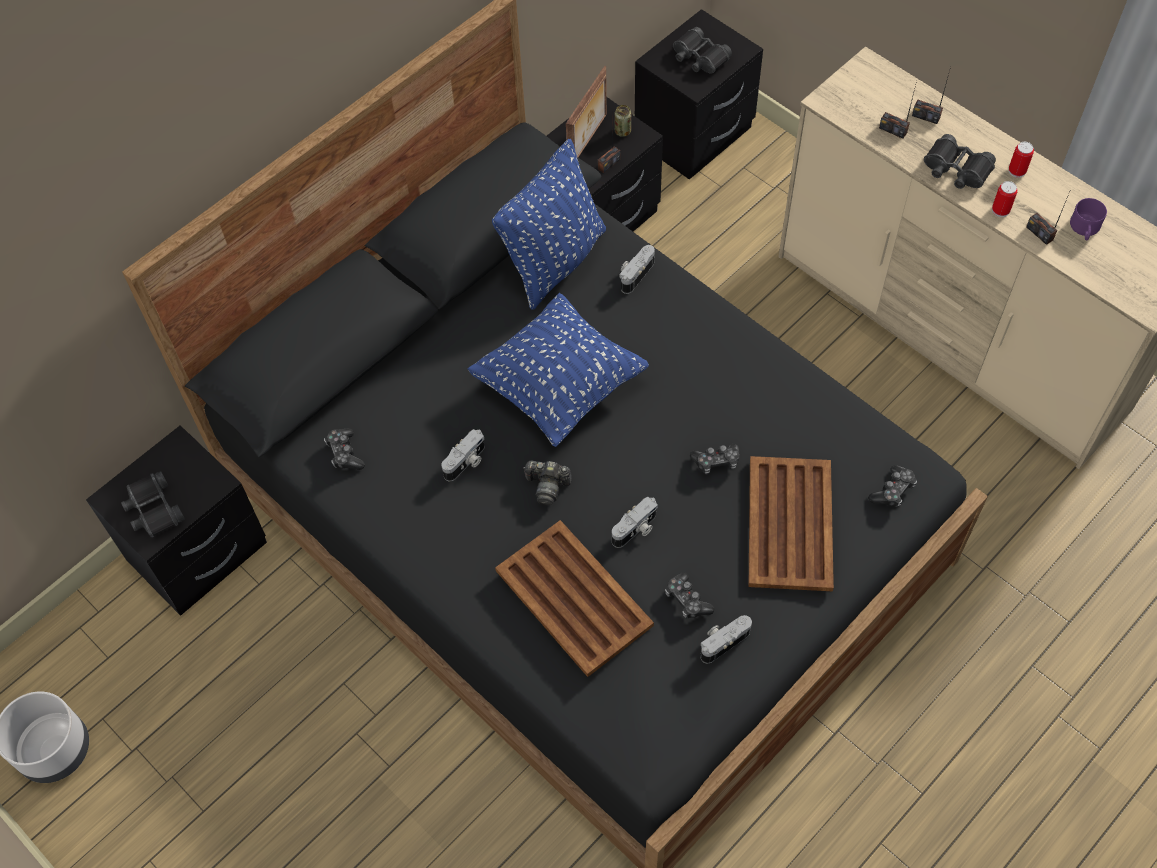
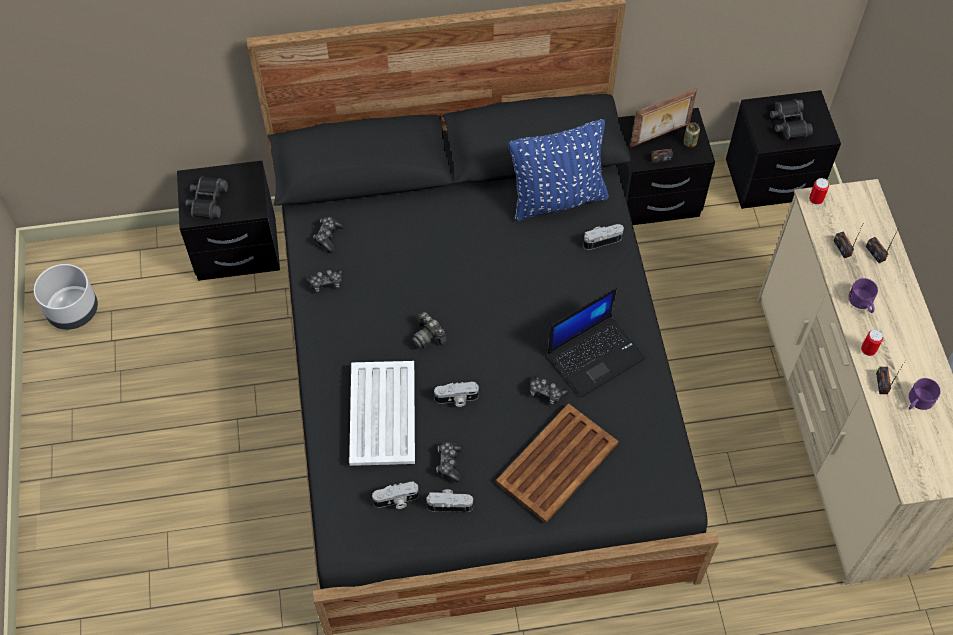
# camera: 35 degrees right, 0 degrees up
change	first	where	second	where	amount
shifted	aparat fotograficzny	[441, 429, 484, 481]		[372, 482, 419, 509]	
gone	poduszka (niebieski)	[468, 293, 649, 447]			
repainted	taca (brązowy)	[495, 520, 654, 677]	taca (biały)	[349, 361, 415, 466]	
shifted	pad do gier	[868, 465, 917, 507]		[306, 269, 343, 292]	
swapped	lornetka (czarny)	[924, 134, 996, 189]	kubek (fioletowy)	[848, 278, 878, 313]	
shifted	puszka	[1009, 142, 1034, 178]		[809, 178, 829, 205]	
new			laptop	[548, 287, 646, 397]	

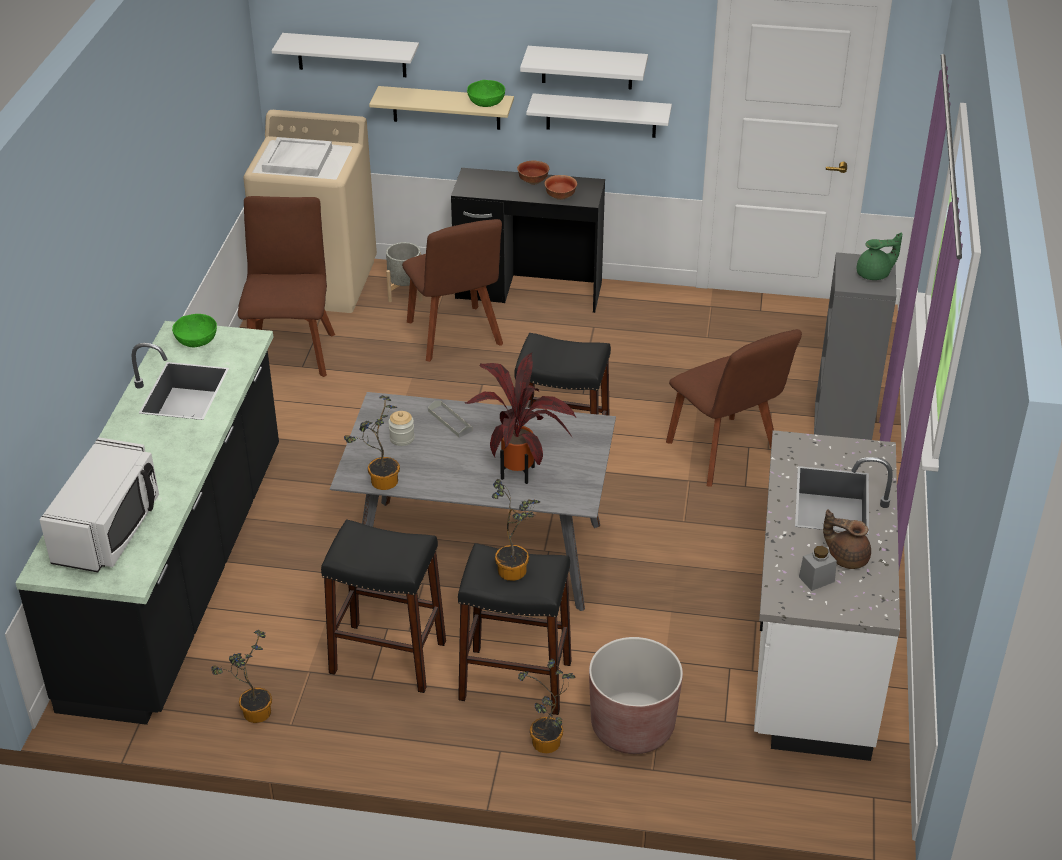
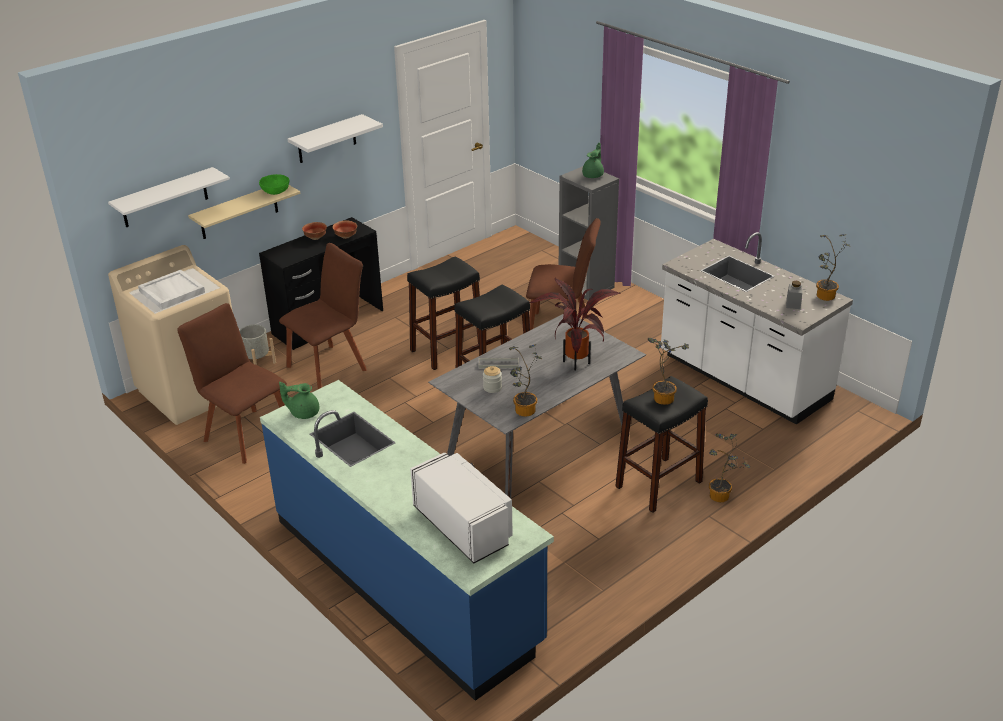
# camera: 50 degrees left, 5 degrees down
change	first	where	second	where	amount
repainted	zabudowa kuchenna (czarny)	[15, 321, 279, 725]	zabudowa kuchenna (niebieski)	[260, 380, 554, 701]	
swapped	miska (zielony)	[172, 314, 217, 347]	imbryk (zielony)	[279, 382, 319, 419]	
shifted	roślina doniczkowa	[211, 630, 272, 723]		[816, 234, 850, 301]	
shifted	stołek (czarny)	[321, 519, 446, 693]		[407, 256, 480, 370]	
rotated	krzesło (brązowy)	[402, 219, 503, 362]		[279, 243, 367, 389]	60 degrees counterclockwise
gone	półka (biały)	[526, 93, 672, 138]			
gone	donica (brązowy)	[589, 637, 683, 754]			
gone	imbryk (brązowy)	[823, 509, 871, 569]			

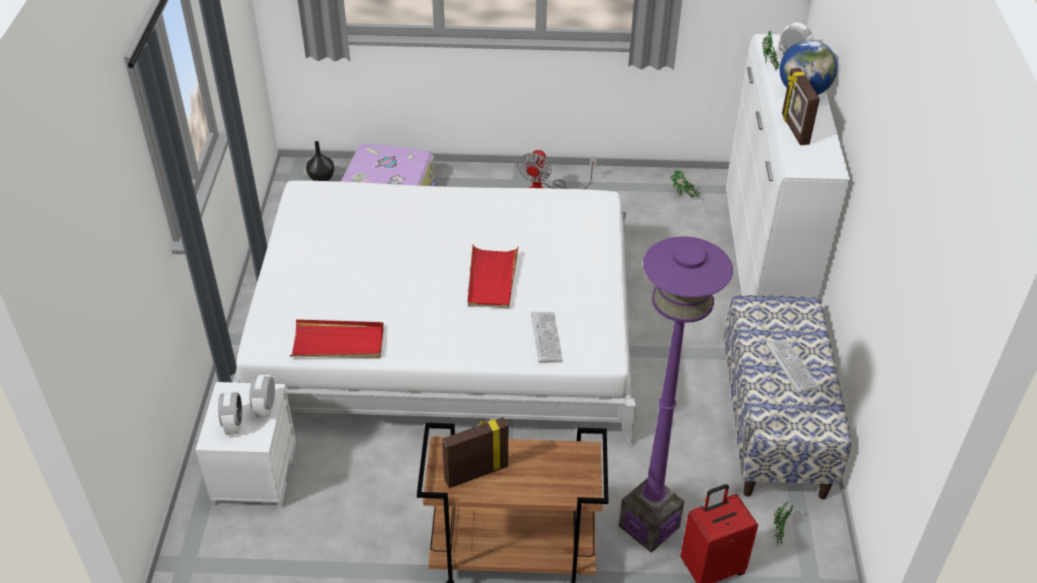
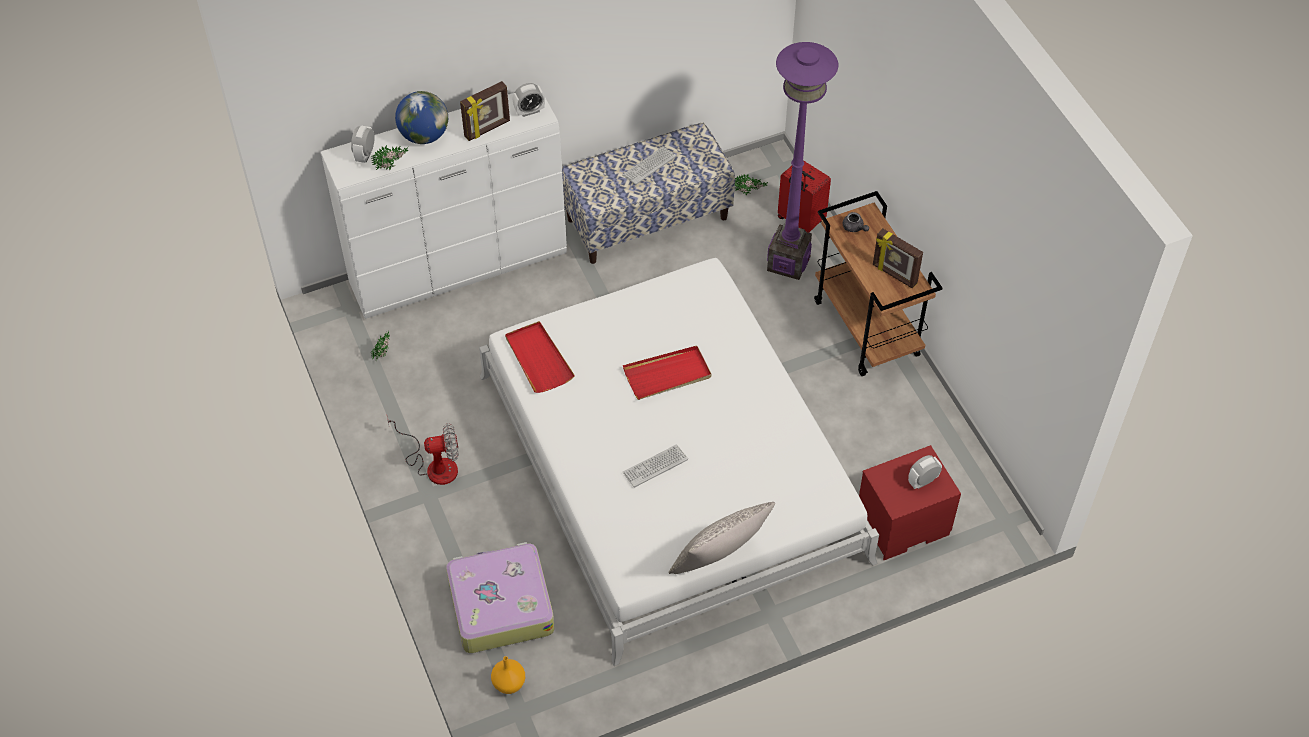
# camera: 115 degrees left, 10 degrees up
change	first	where	second	where	amount
repainted	szafka nocna (biały)	[196, 382, 296, 508]	szafka nocna (czerwony)	[859, 445, 961, 560]	
shifted	budzik	[250, 375, 275, 418]		[513, 83, 545, 117]	
shifted	taca (czerwony)	[290, 319, 384, 358]		[505, 321, 575, 393]	
repainted	wazon (czarny)	[306, 141, 334, 181]	wazon (pomarańczowy)	[491, 656, 525, 694]	
shifted	klawiatura	[531, 312, 563, 362]		[623, 444, 688, 488]	
new			poduszka (szary)	[669, 502, 775, 574]	
new			imbryk (szary)	[843, 212, 869, 232]	

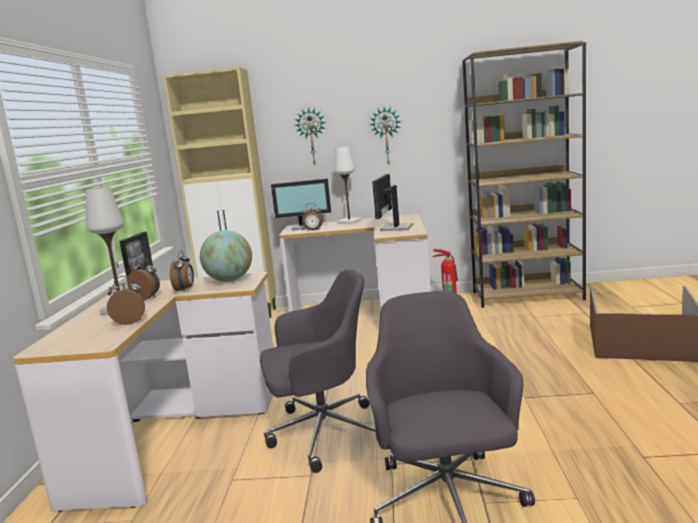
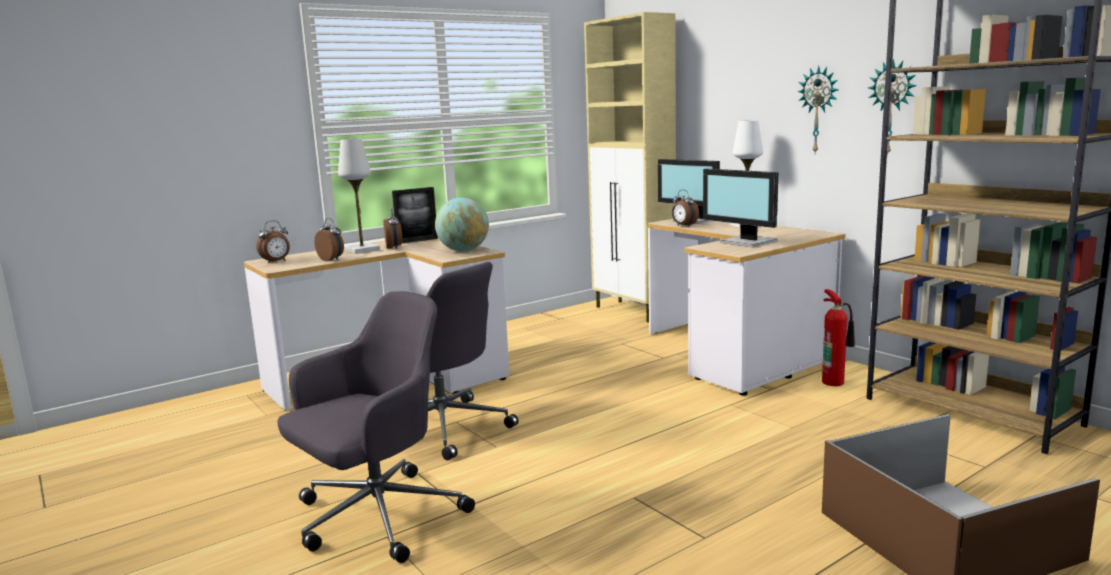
# camera: 50 degrees right, 0 degrees up
change	first	where	second	where	amount
shifted	budzik	[170, 250, 194, 291]		[256, 220, 290, 263]	
shifted	zegar ścienny	[294, 107, 326, 166]		[868, 59, 917, 156]	
rotated	monitor	[372, 174, 413, 231]		[703, 169, 778, 247]	105 degrees counterclockwise

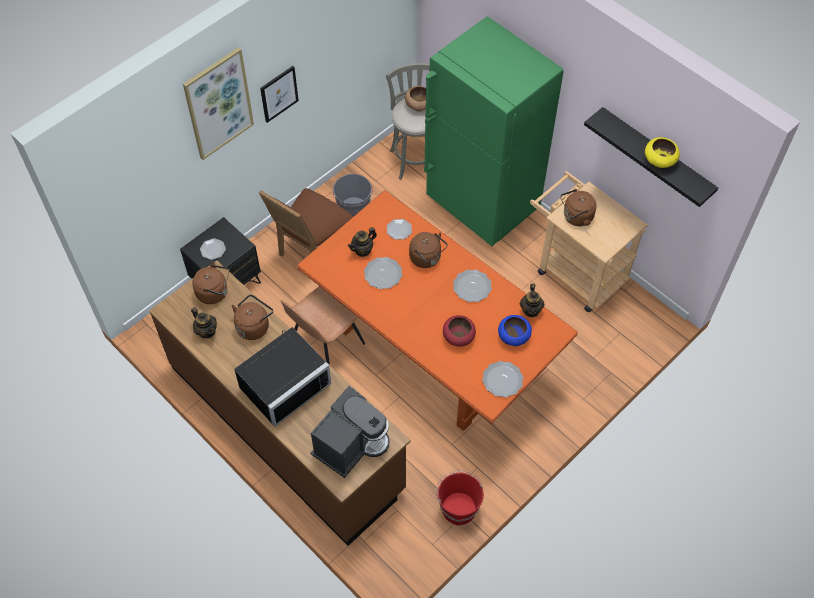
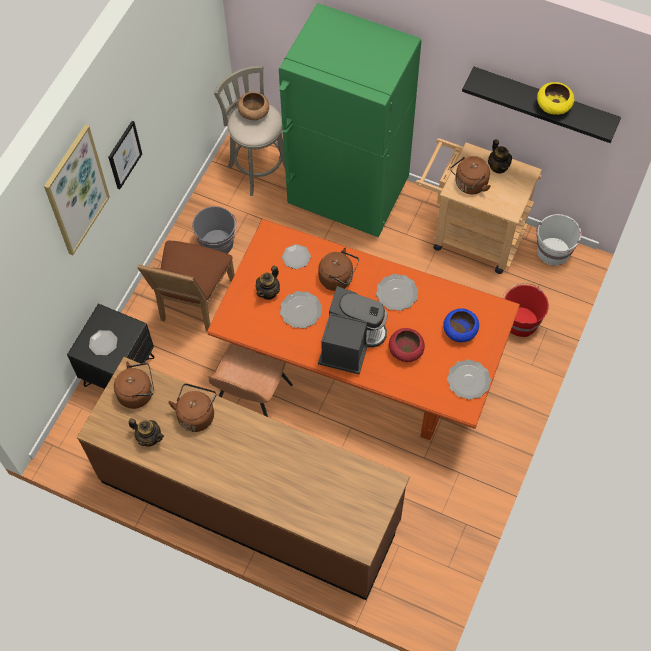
# camera: 20 degrees left, 5 degrees up
change	first	where	second	where	amount
gone	mikrofalówka (czarny)	[234, 327, 331, 427]			
shifted	ekspres do kawy	[311, 386, 390, 478]		[318, 286, 387, 374]	
shifted	wiadro (czerwony)	[436, 471, 484, 526]		[502, 283, 549, 337]	
shifted	imbryk	[520, 283, 545, 317]		[488, 139, 512, 173]	
new			wiadro (biały)	[536, 214, 581, 266]	

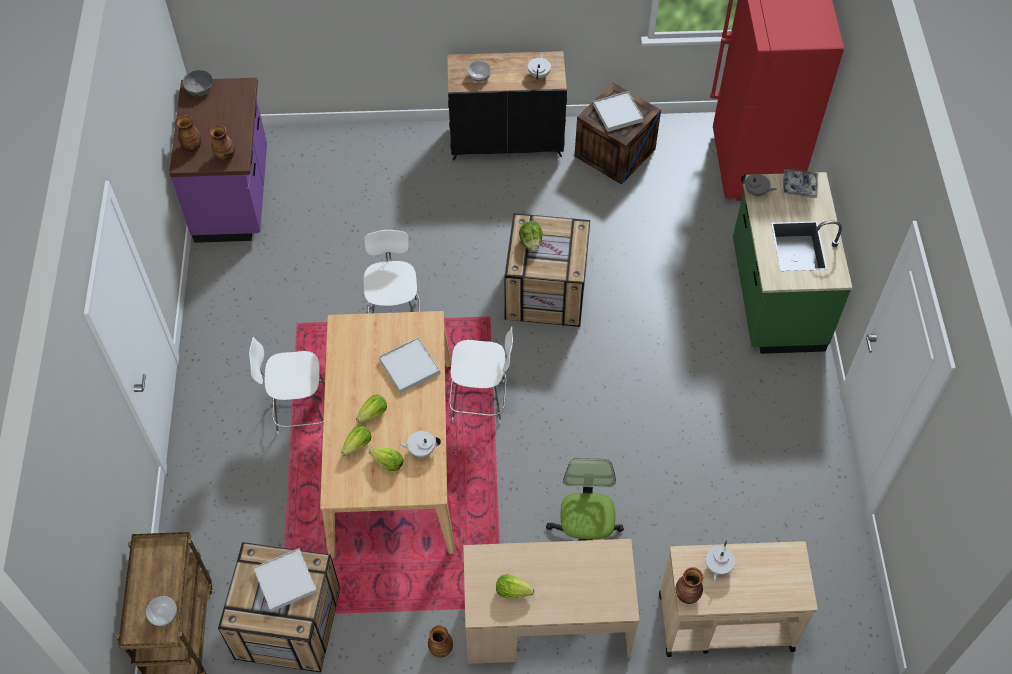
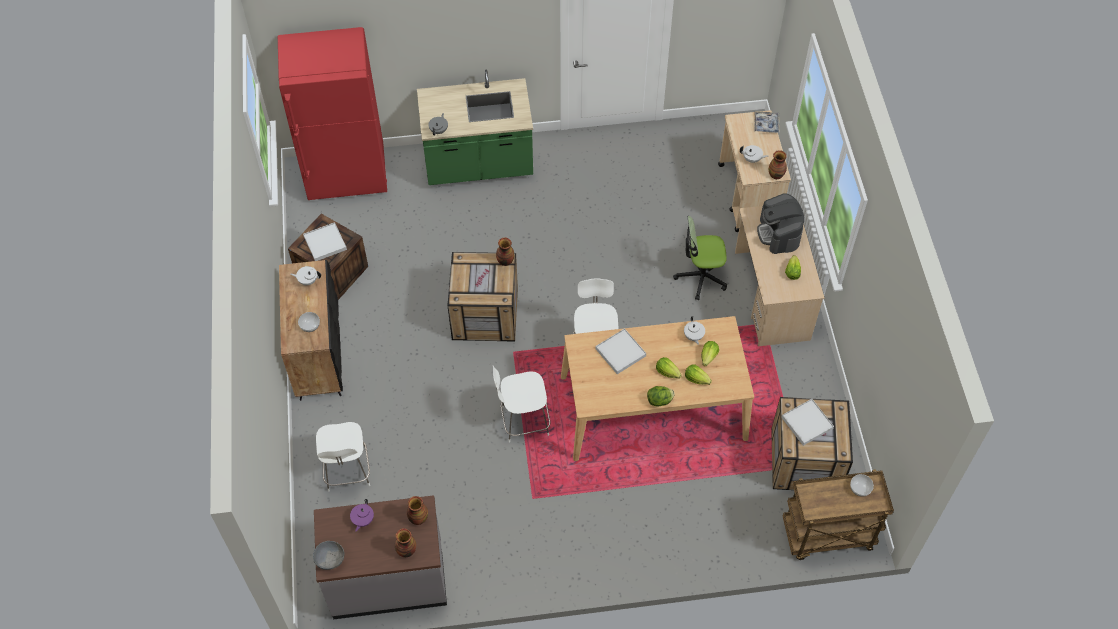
# camera: 95 degrees left, 0 degrees up
change	first	where	second	where	amount
repainted	zabudowa kuchenna (fioletowy)	[169, 78, 267, 243]	zabudowa kuchenna (szary)	[314, 495, 447, 619]	
shifted	krzesło (biały)	[249, 337, 325, 435]		[316, 422, 370, 492]	
shifted	wazon	[428, 625, 453, 658]		[496, 237, 514, 266]	
shifted	sałata	[519, 221, 543, 251]		[647, 386, 675, 406]	
shifted	taca	[782, 169, 818, 198]		[755, 111, 780, 133]	
new			imbryk (fioletowy)	[350, 499, 374, 531]	
new			ekspres do kawy	[757, 193, 804, 254]	

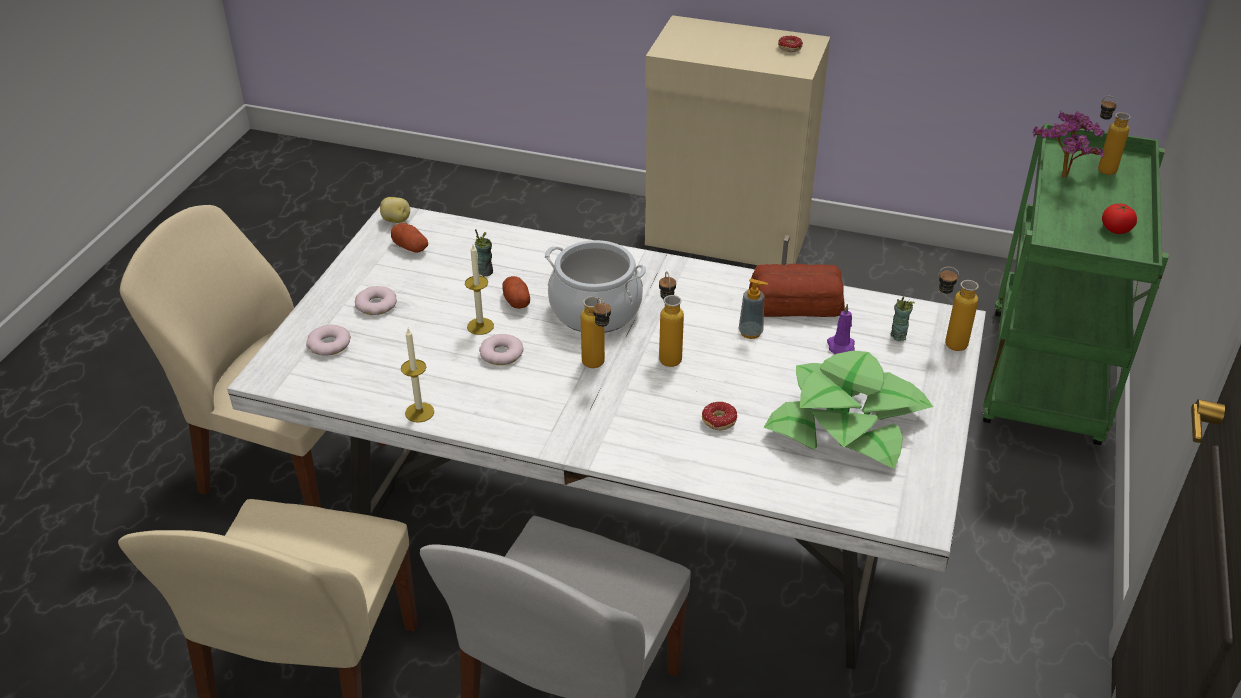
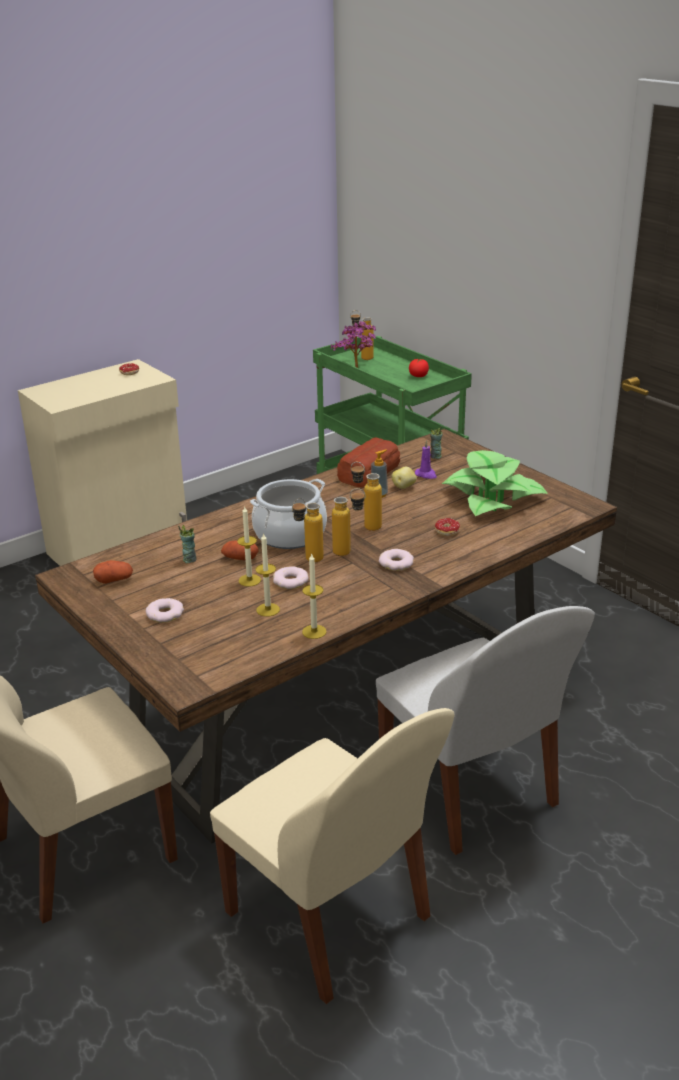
# camera: 55 degrees left, 10 degrees down
change	first	where	second	where	amount
repainted	stół jadalny (biały)	[227, 206, 986, 669]	stół jadalny (brązowy)	[35, 429, 617, 844]	
shifted	donut	[306, 325, 351, 356]		[379, 549, 414, 571]	
shifted	ziemniak	[380, 197, 410, 223]		[392, 467, 417, 489]	
shifted	butelka	[938, 267, 979, 351]		[292, 498, 324, 562]	
new			świeca	[256, 533, 280, 617]	

